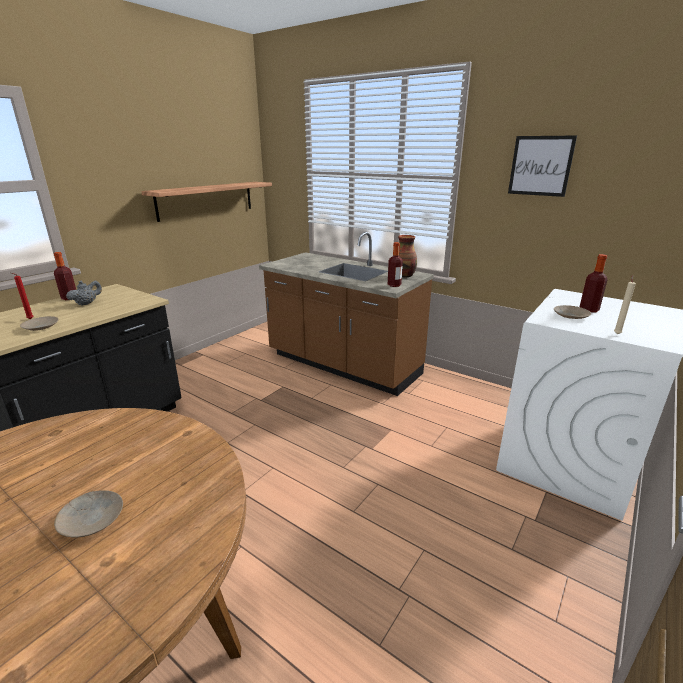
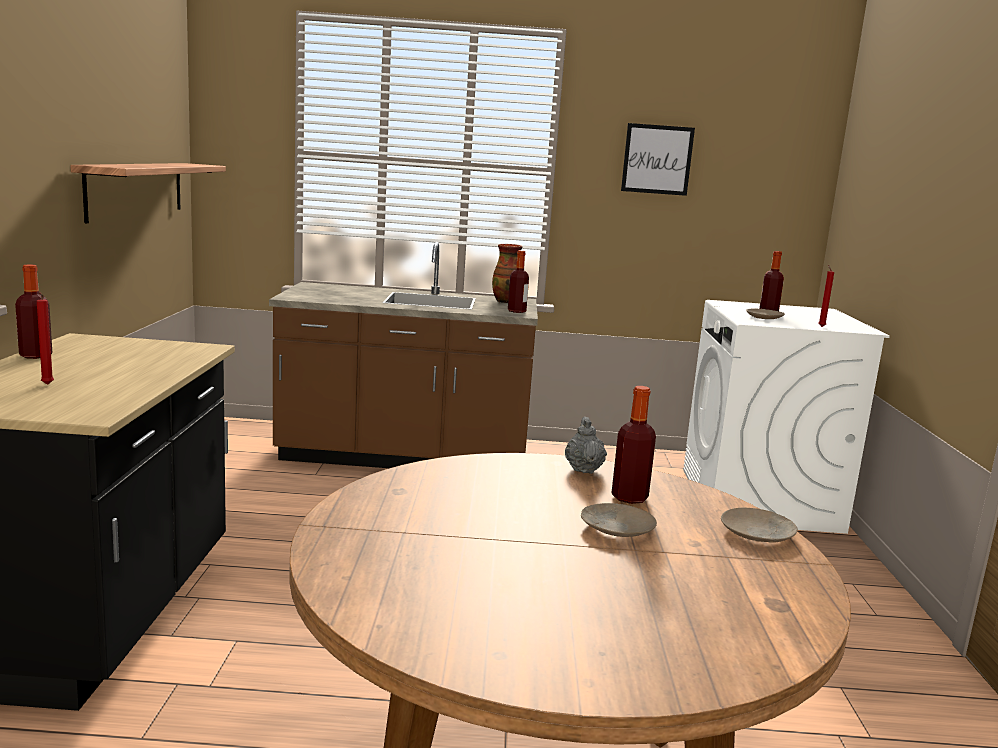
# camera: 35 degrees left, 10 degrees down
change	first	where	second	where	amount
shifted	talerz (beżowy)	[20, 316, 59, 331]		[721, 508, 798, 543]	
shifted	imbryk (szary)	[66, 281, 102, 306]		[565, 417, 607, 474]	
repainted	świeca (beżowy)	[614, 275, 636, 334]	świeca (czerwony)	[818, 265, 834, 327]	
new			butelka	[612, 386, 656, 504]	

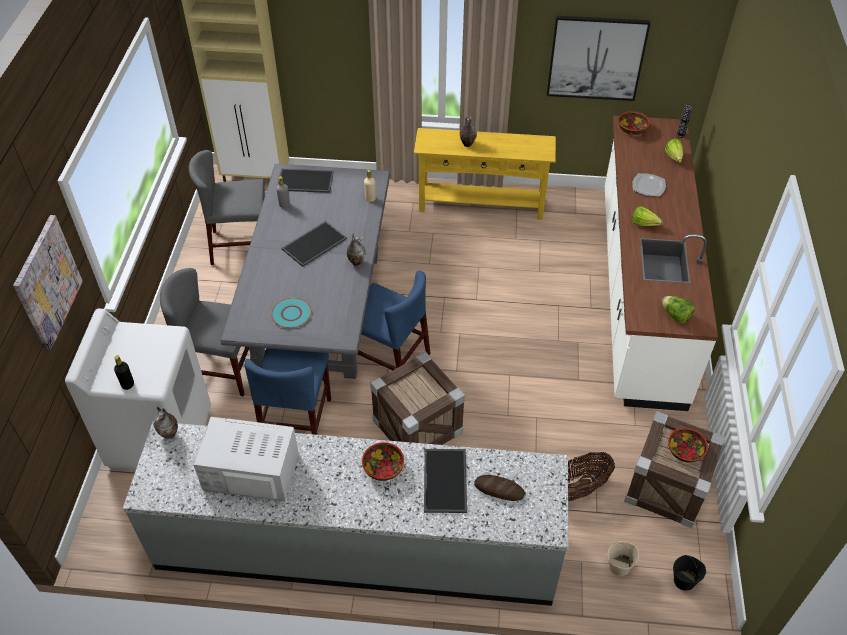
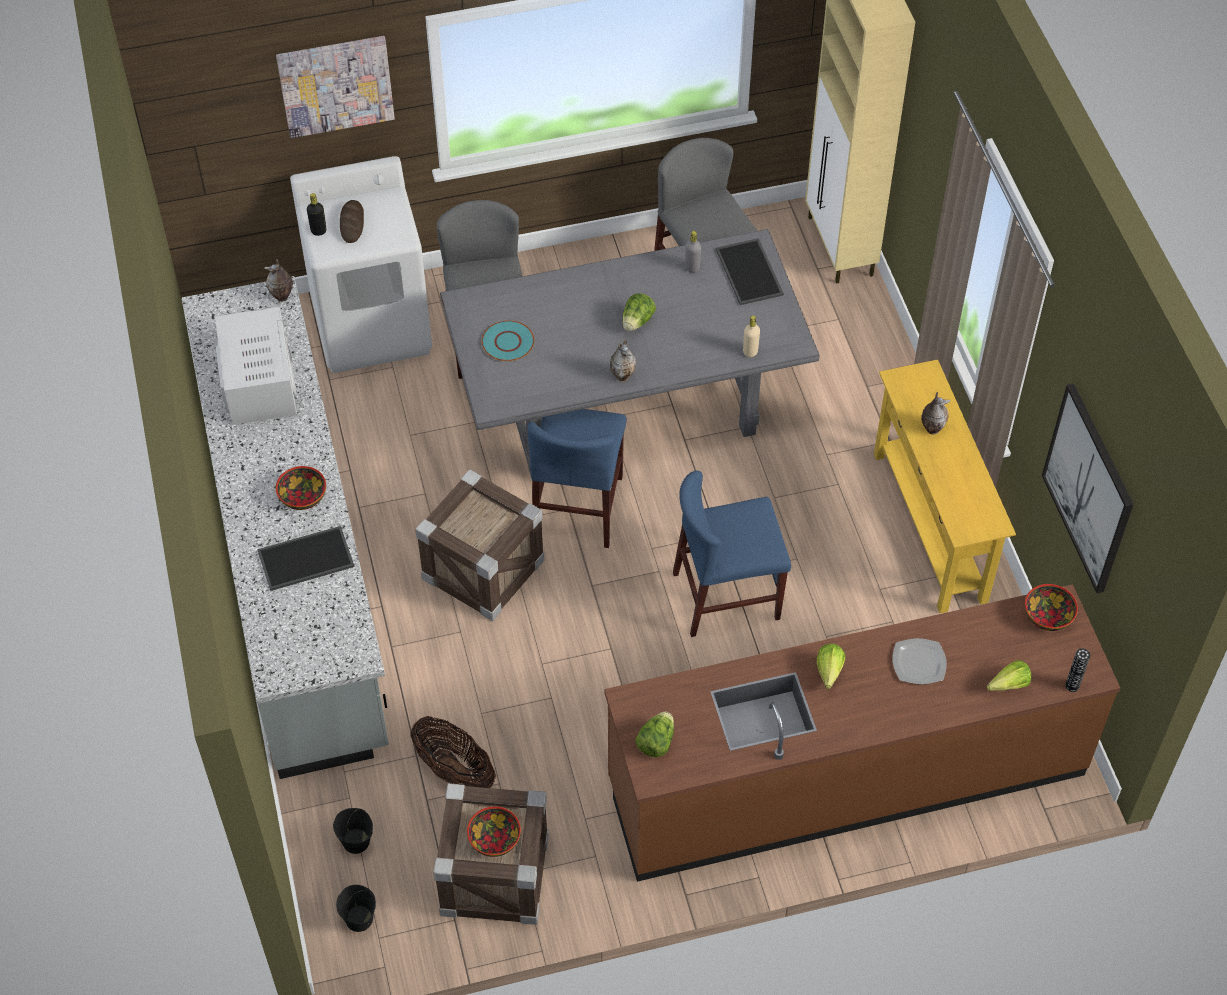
# camera: 70 degrees right, 5 degrees up
change	first	where	second	where	amount
shifted	krzesło (niebieski)	[244, 348, 331, 435]		[673, 471, 791, 637]	
swapped	taca	[281, 221, 347, 267]	sałata	[622, 293, 656, 331]	
shifted	chleb	[474, 475, 525, 501]		[340, 200, 364, 243]	
repainted	zabudowa kuchenna (biały)	[605, 116, 718, 411]	zabudowa kuchenna (brązowy)	[604, 584, 1120, 882]	
repainted	wiadro (beżowy)	[608, 541, 639, 576]	wiadro (czarny)	[333, 808, 373, 854]	

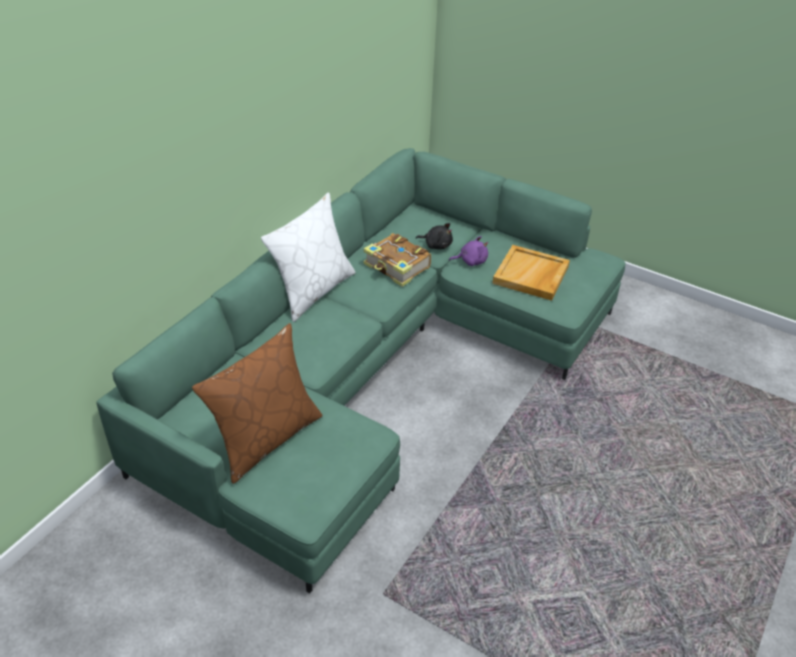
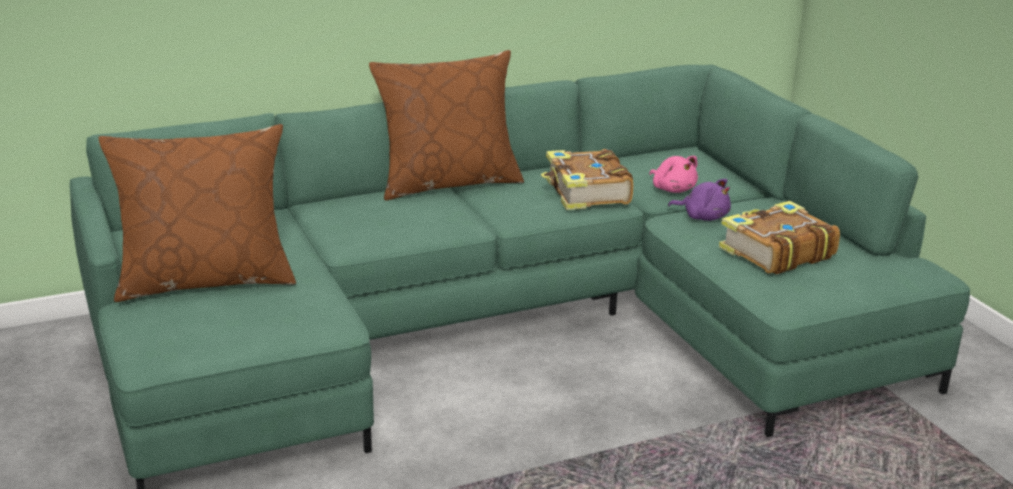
# camera: 35 degrees right, 15 degrees down
change	first	where	second	where	amount
repainted	poduszka (biały)	[261, 192, 356, 322]	poduszka (brązowy)	[369, 50, 524, 200]	
repainted	pluszak (czarny)	[416, 223, 453, 249]	pluszak (różowy)	[649, 156, 698, 193]	
swapped	taca (beżowy)	[492, 245, 570, 301]	książka	[719, 201, 840, 274]	

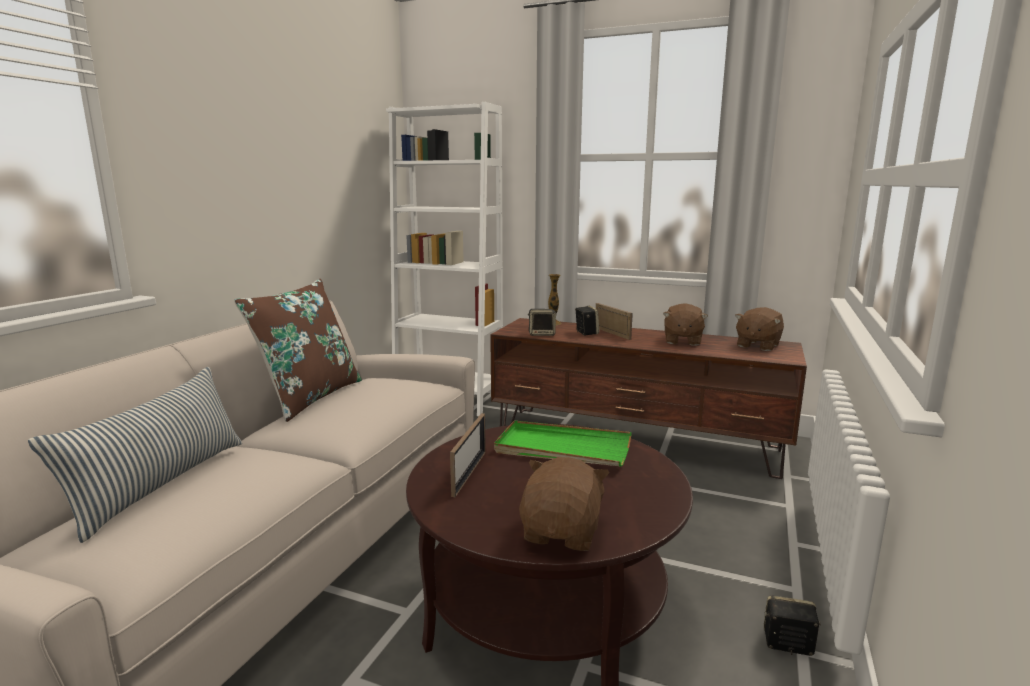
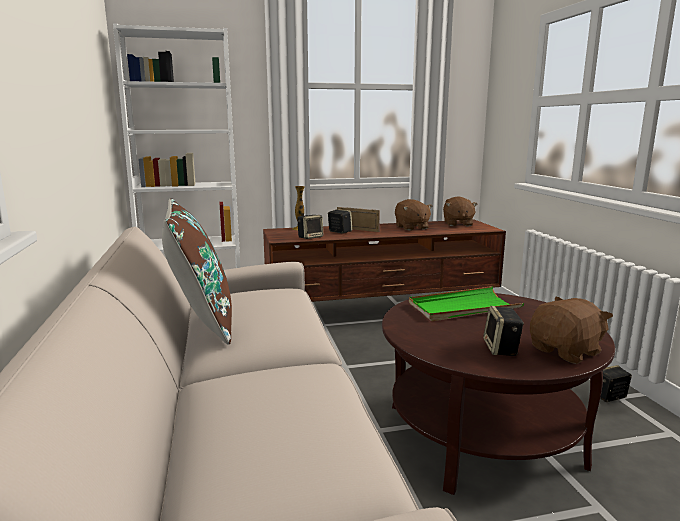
# camera: 35 degrees left, 0 degrees up
change	first	where	second	where	amount
gone	poduszka	[28, 367, 242, 543]			
gone	ramka na zdjęcie	[450, 413, 486, 497]			
rotated	pluszak (brązowy)	[519, 457, 609, 551]		[530, 297, 613, 364]	75 degrees clockwise
new			głośnik	[483, 306, 524, 356]	

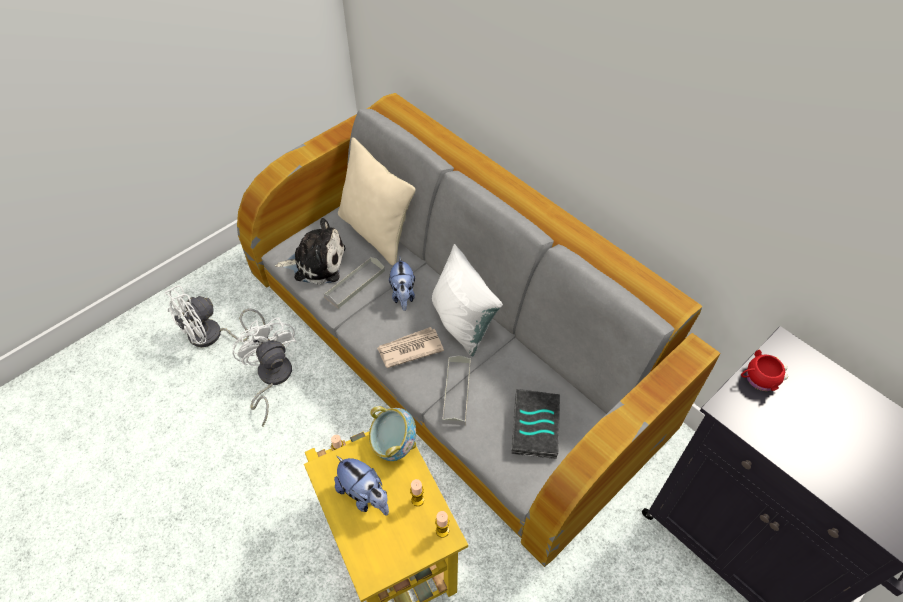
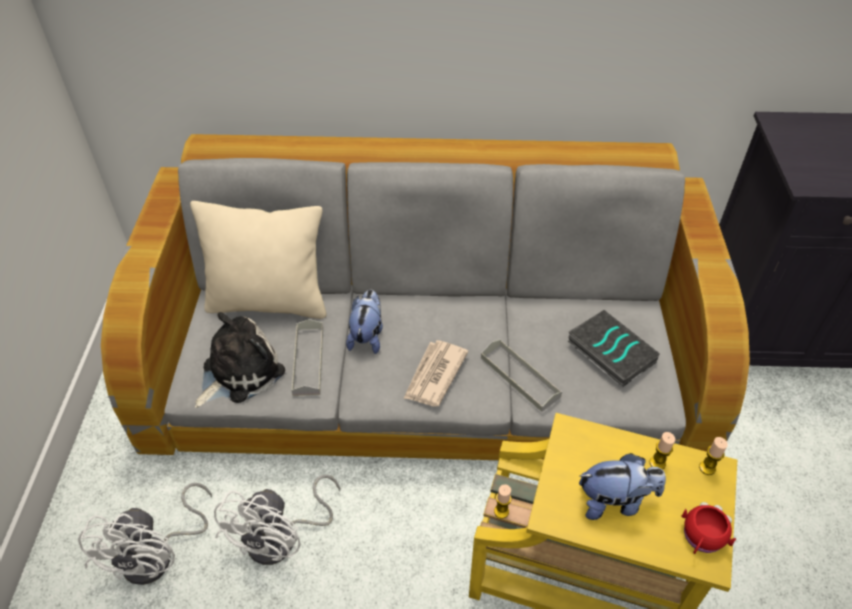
# camera: 45 degrees left, 5 degrees down
change	first	where	second	where	amount
rotated	wentylator (biały)	[232, 317, 296, 427]		[214, 475, 340, 565]	90 degrees counterclockwise
gone	miska	[369, 406, 416, 461]			
rotated	pluszak	[389, 257, 415, 311]		[346, 289, 383, 354]	120 degrees counterclockwise
gone	poduszka (biały)	[432, 244, 503, 356]			
shifted	kubek (czerwony)	[741, 350, 788, 391]		[681, 502, 736, 554]	

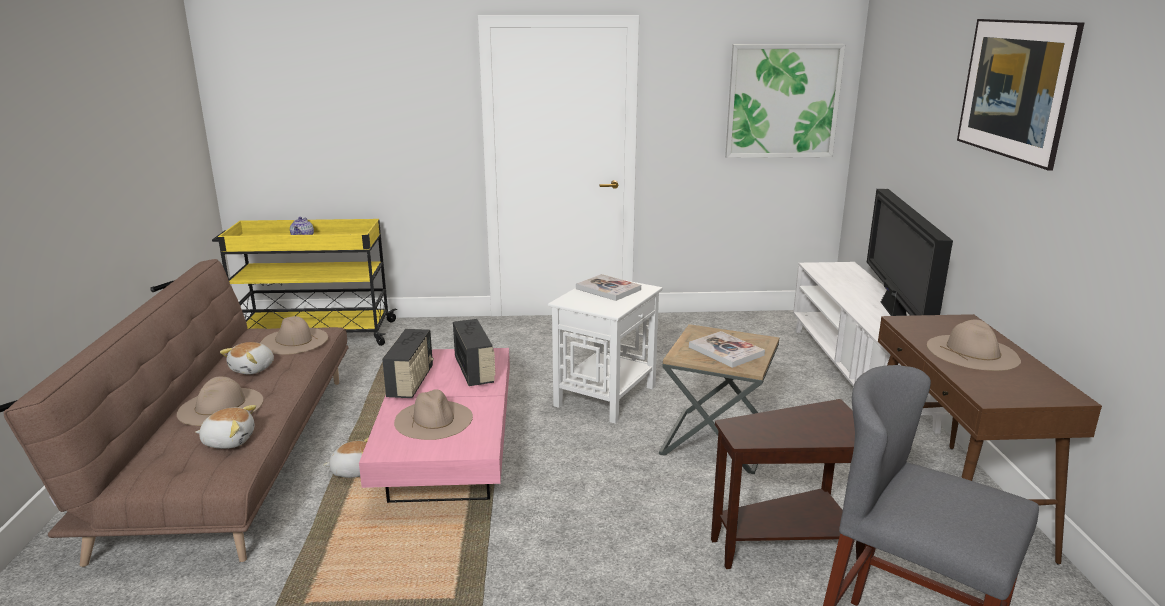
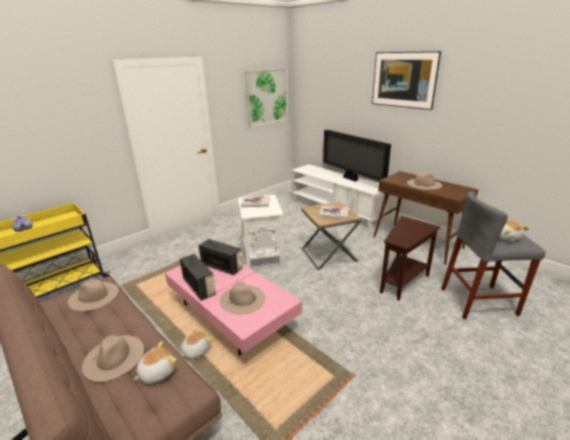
# camera: 40 degrees left, 5 degrees up
change	first	where	second	where	amount
shifted	pluszak	[220, 342, 274, 375]		[499, 221, 530, 241]	

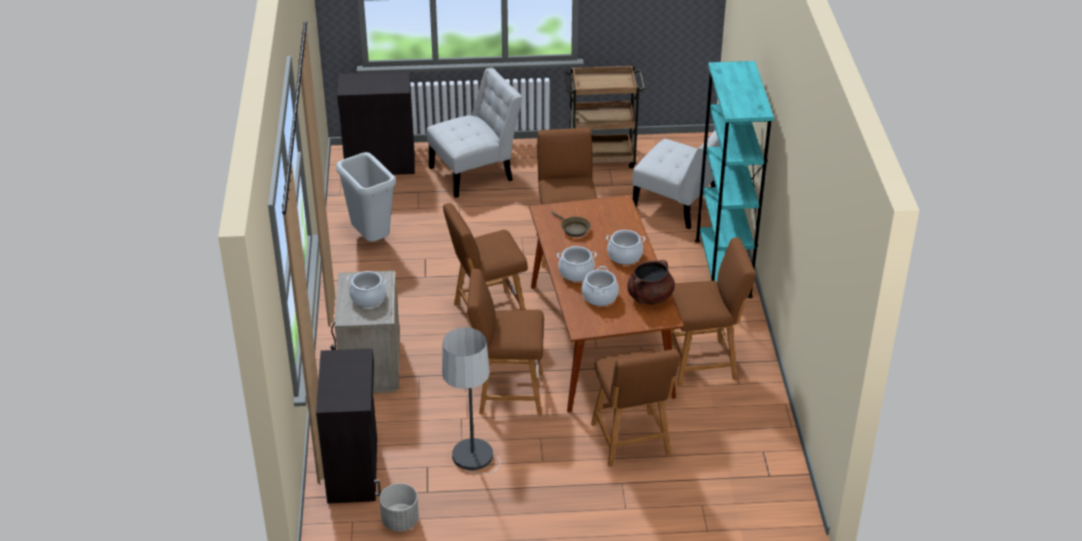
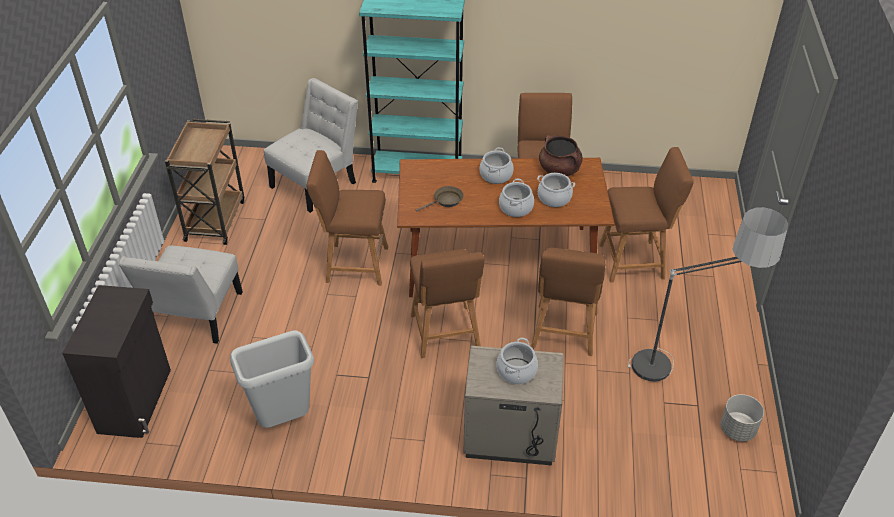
# camera: 80 degrees left, 5 degrees up
change	first	where	second	where	amount
gone	szafka (czarny)	[316, 348, 381, 504]			
rotated	krzesło (biały)	[427, 68, 522, 198]		[118, 246, 243, 344]	150 degrees counterclockwise

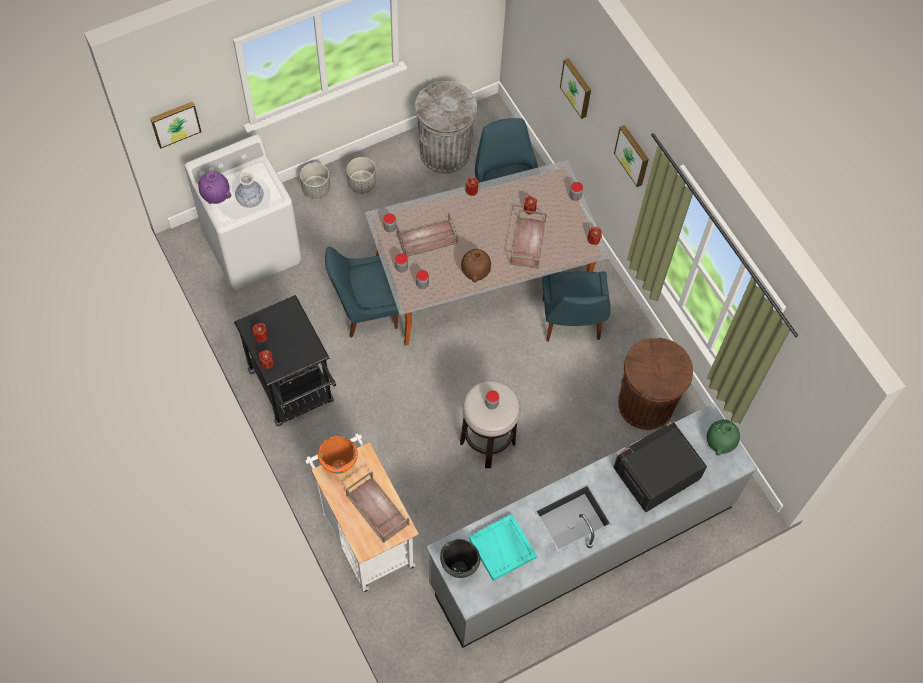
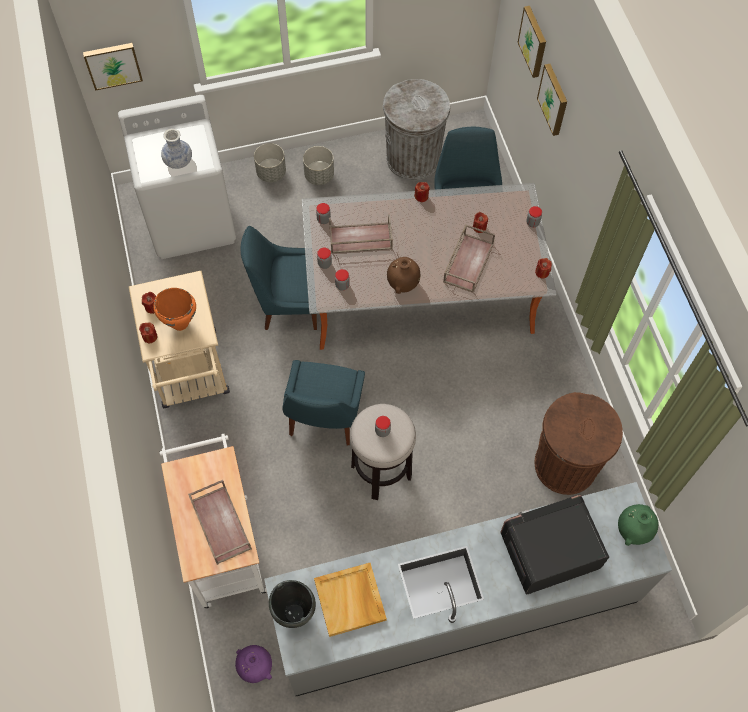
# camera: 15 degrees right, 0 degrees up
change	first	where	second	where	amount
shifted	wazon (fioletowy)	[198, 171, 231, 204]		[235, 645, 272, 683]	
repainted	wózek (czarny)	[234, 295, 336, 427]	wózek (beżowy)	[129, 271, 230, 408]	
shifted	garnek (pomarańczowy)	[318, 436, 358, 474]		[153, 288, 196, 331]	
repainted	taca (turkusowy)	[469, 514, 537, 581]	taca (beżowy)	[314, 563, 387, 637]	
shifted	krzesło (niebieski)	[542, 271, 610, 342]		[282, 360, 365, 445]	
shifted	obraz	[614, 125, 649, 187]		[518, 6, 546, 78]	

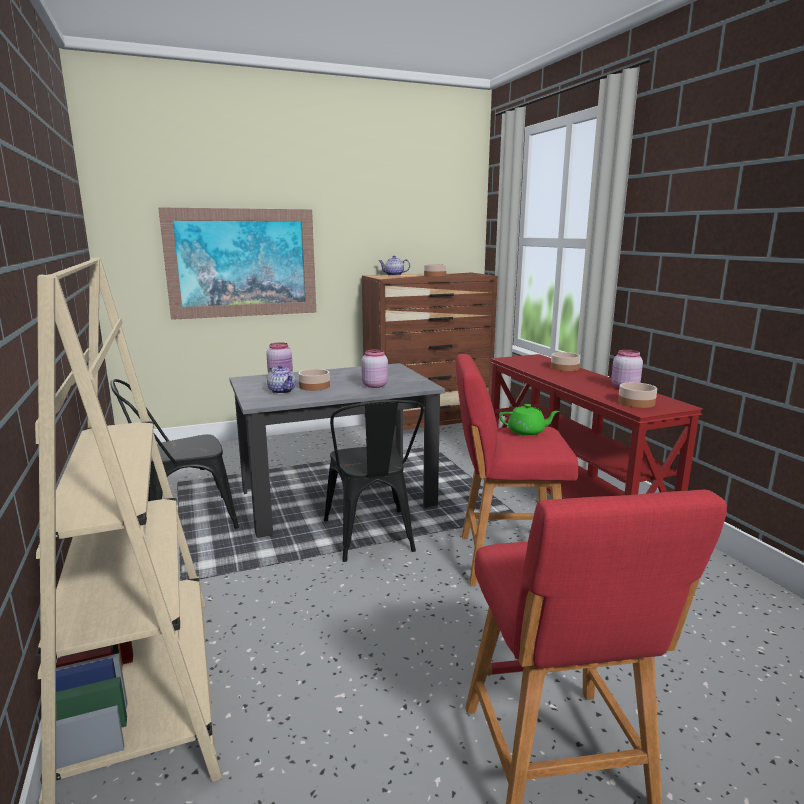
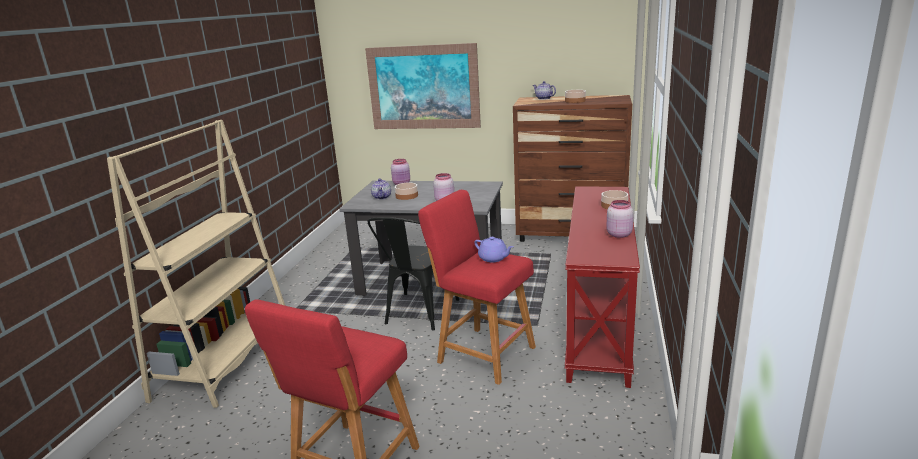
# camera: 35 degrees right, 5 degrees up
change	first	where	second	where	amount
gone	krzesło (czarny)	[111, 379, 239, 529]			
repainted	imbryk (zielony)	[499, 404, 560, 436]	imbryk (fioletowy)	[474, 237, 513, 262]	
gone	miska	[618, 382, 657, 408]			

